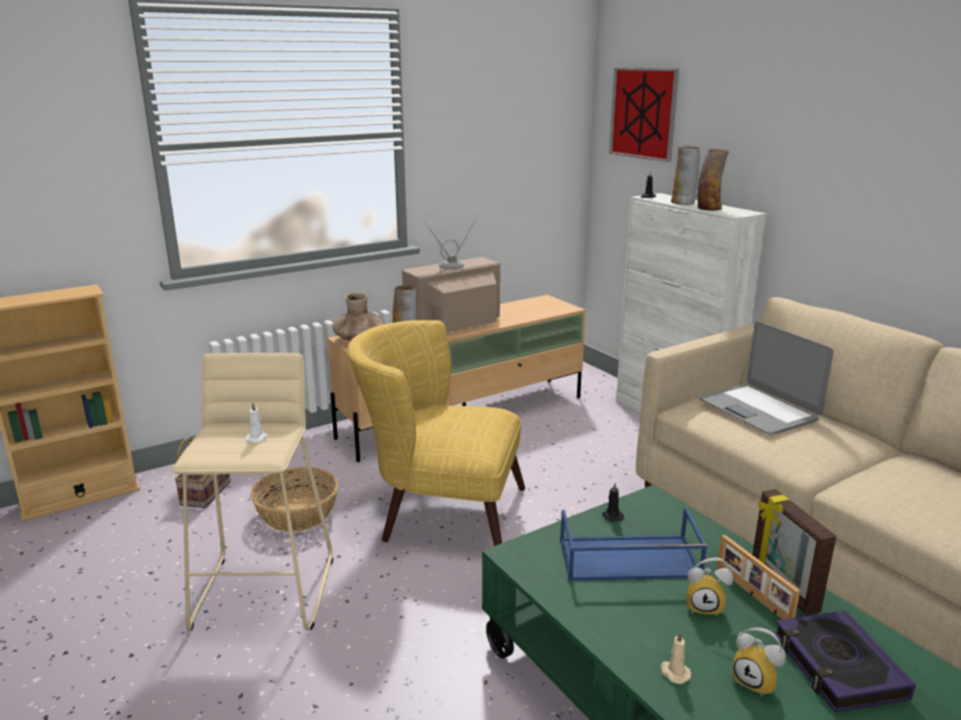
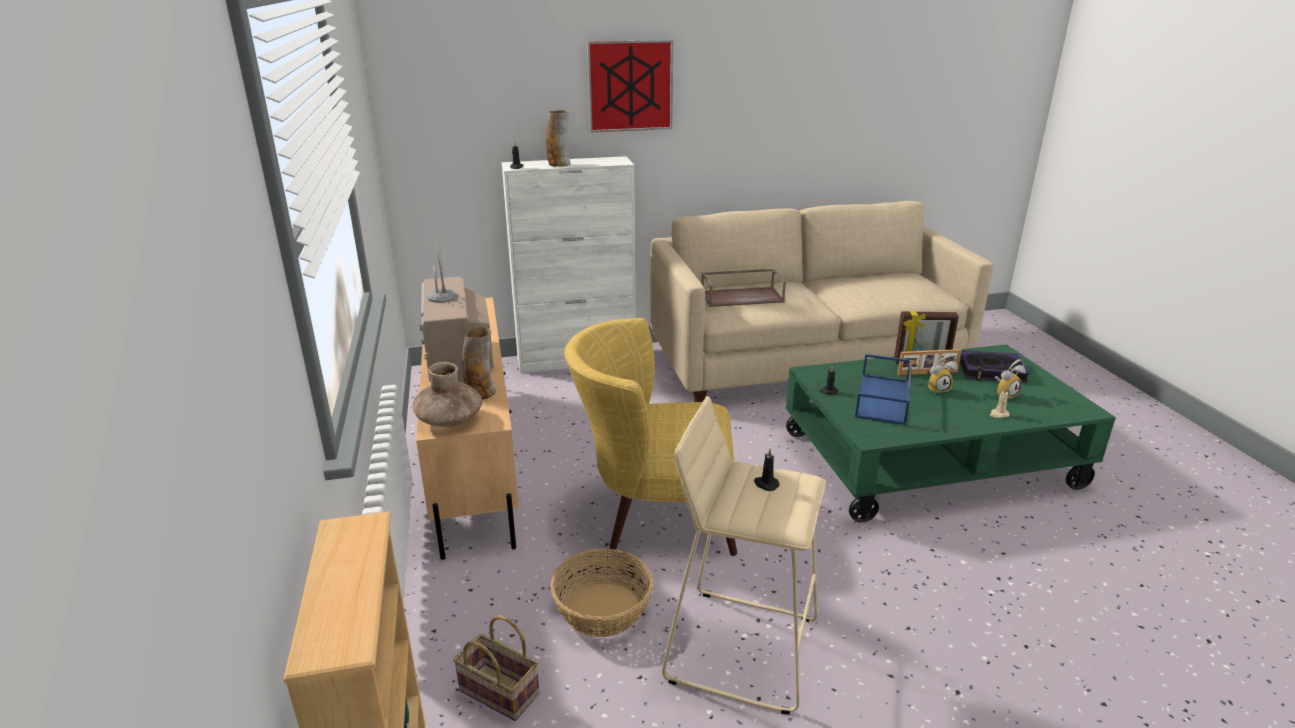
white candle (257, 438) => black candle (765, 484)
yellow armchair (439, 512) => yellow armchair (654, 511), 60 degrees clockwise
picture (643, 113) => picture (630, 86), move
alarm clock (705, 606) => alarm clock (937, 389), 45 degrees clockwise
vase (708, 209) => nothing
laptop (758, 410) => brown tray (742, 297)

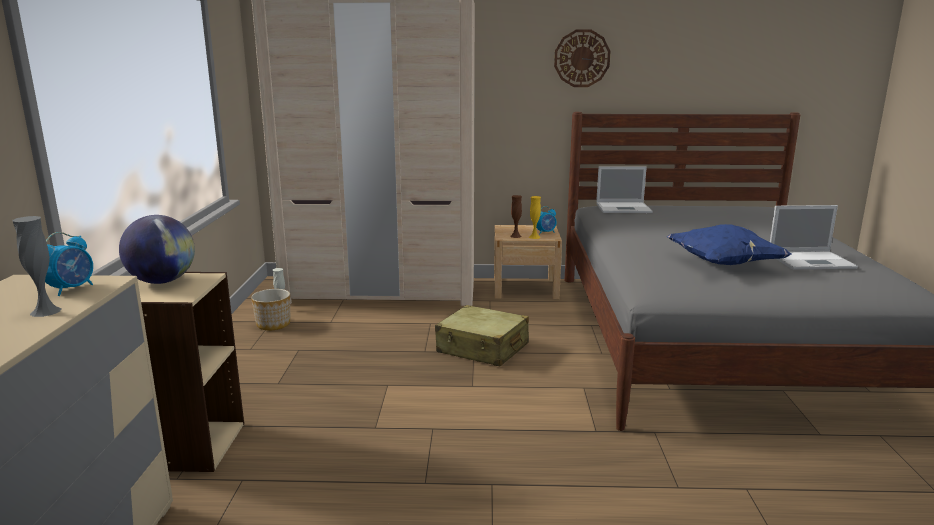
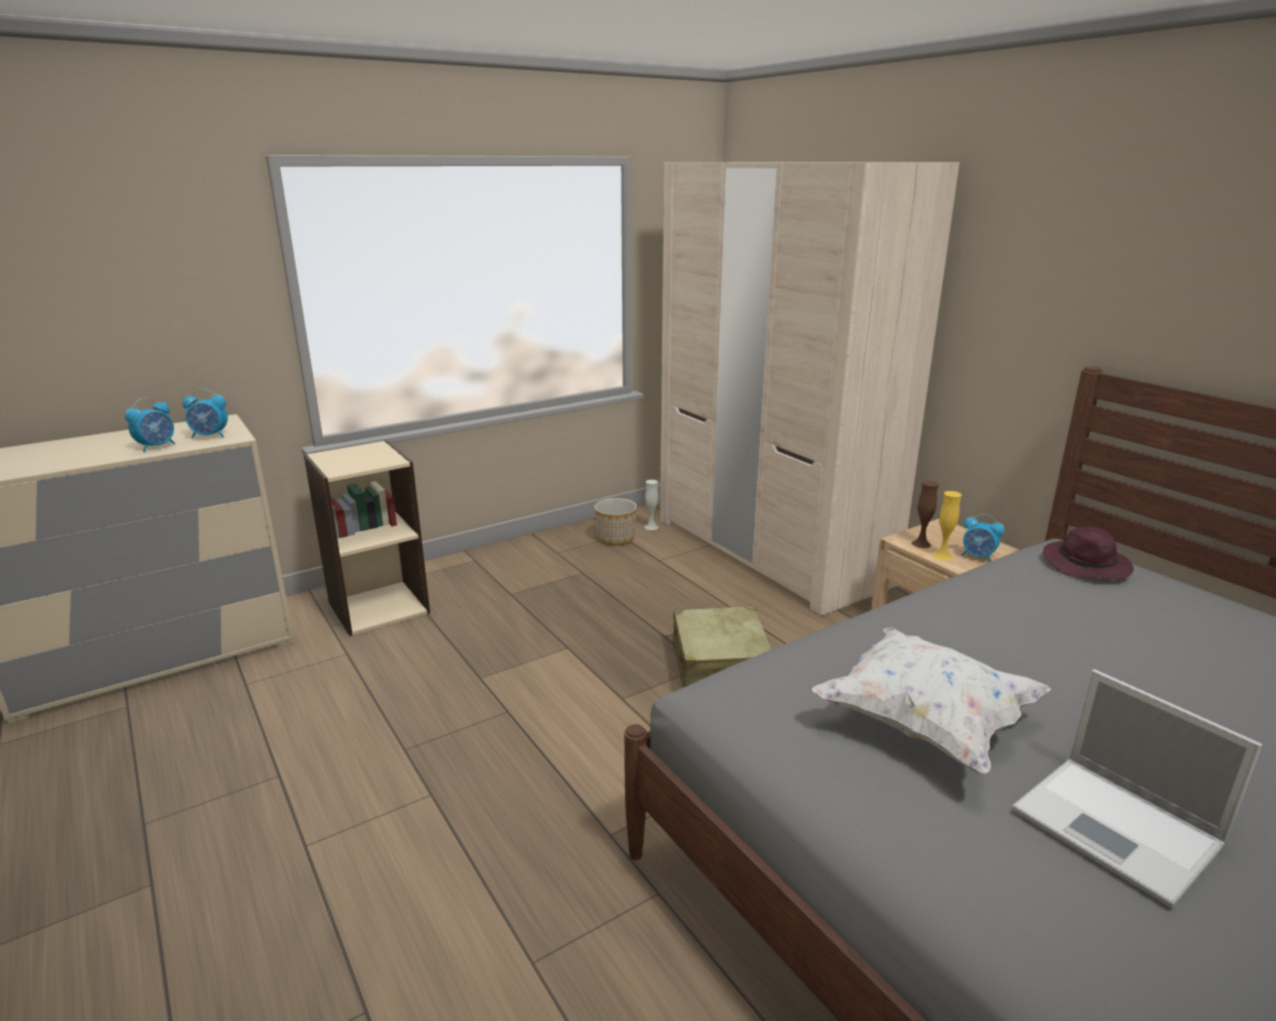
grey vase (46, 311) => alarm clock (157, 447)
globe (162, 281) => nothing
wall clock (582, 58) => nothing
laptop (624, 208) => purple hat (1087, 566)
blue pillow (723, 264) => white pillow (924, 723)

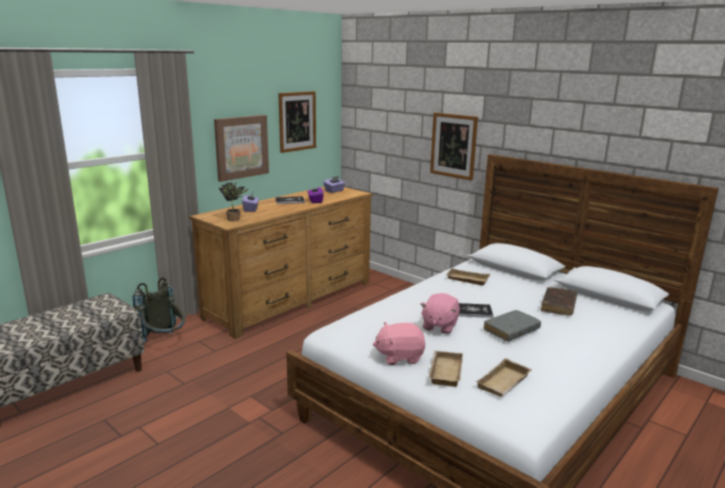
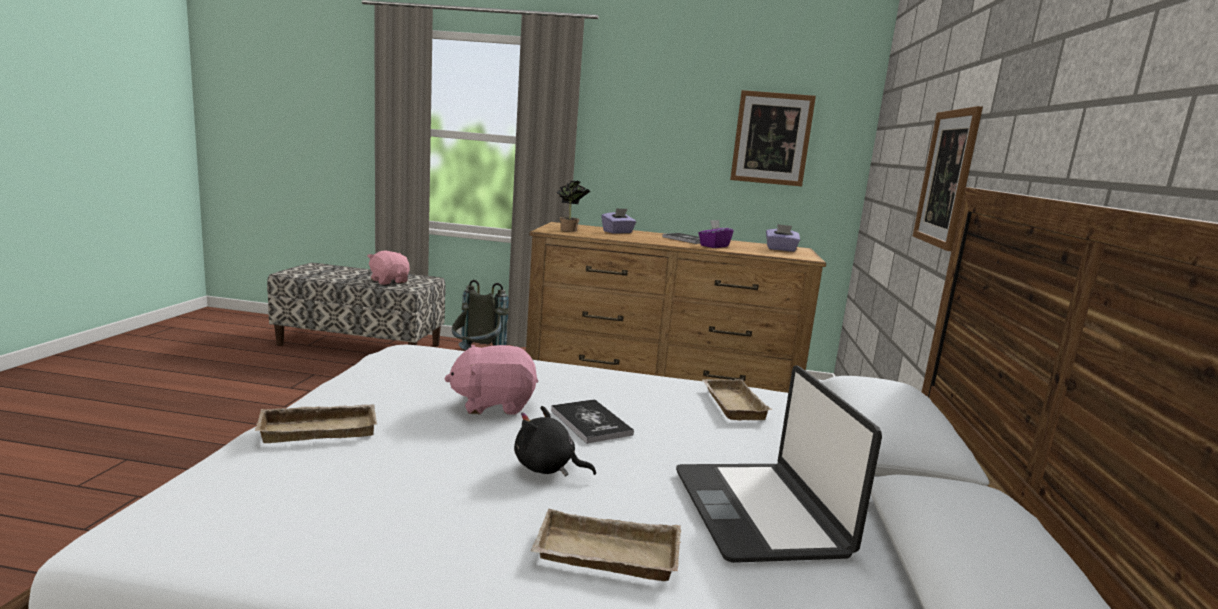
picture (241, 147) => nothing
pink plush toy (399, 356) => pink plush toy (389, 281), move
beige tray (504, 383) => beige tray (604, 557), move
grey book (511, 331) => black plush toy (547, 468)
brown book (558, 306) => laptop (760, 512)

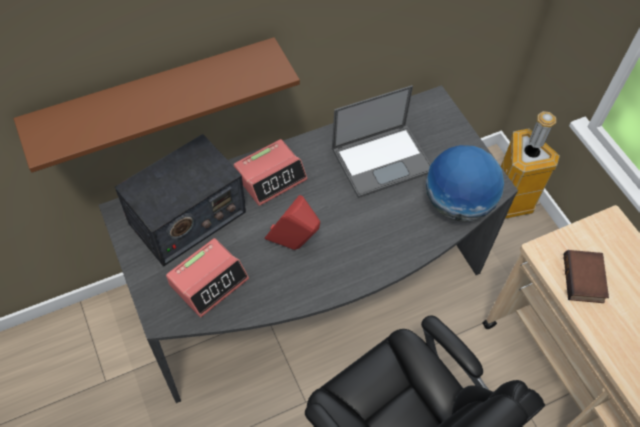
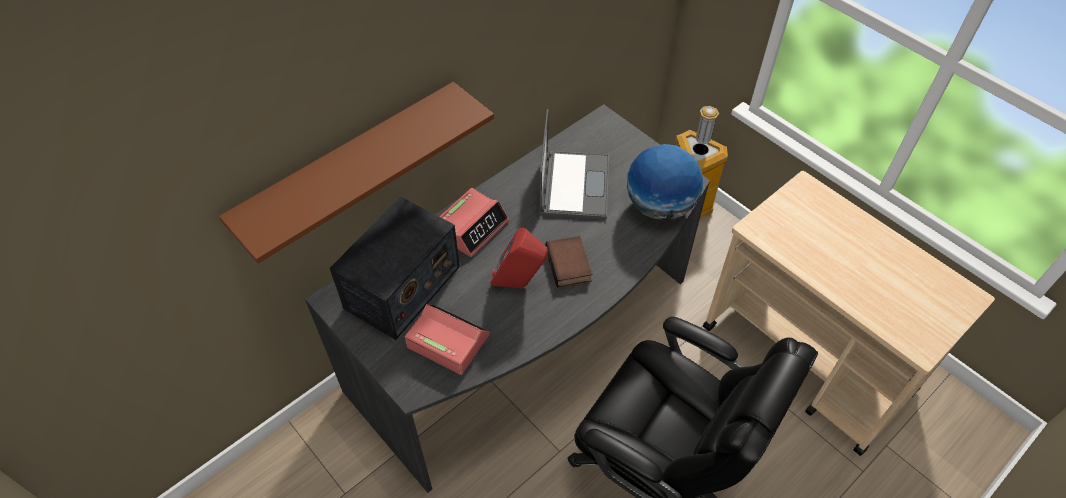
alarm clock (209, 281) => alarm clock (447, 341), 90 degrees counterclockwise
laptop (382, 159) => laptop (574, 184), 45 degrees counterclockwise
book (585, 280) => book (570, 265), move

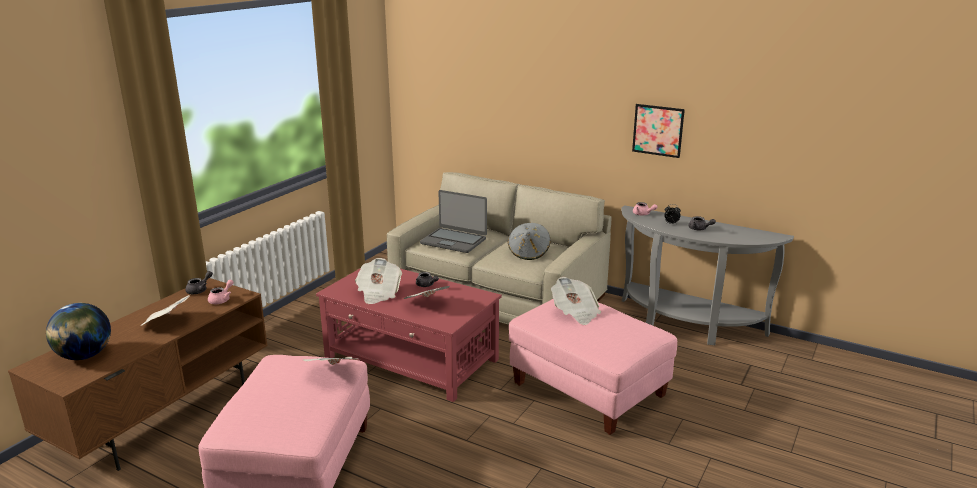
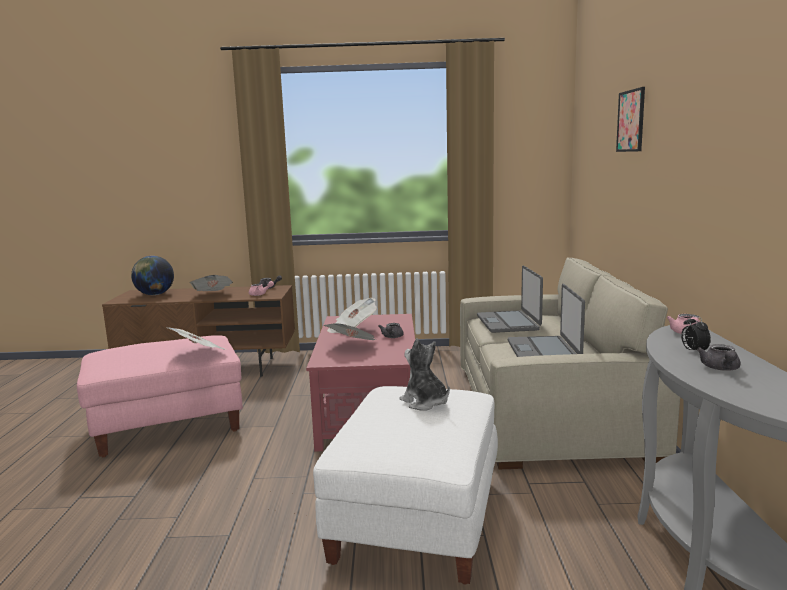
grey hat (529, 253) => laptop (544, 351)
pink ottoman (588, 390) => white ottoman (417, 519)
newspaper (575, 313) => plush toy (425, 402)
picture (658, 130) => picture (631, 121), move

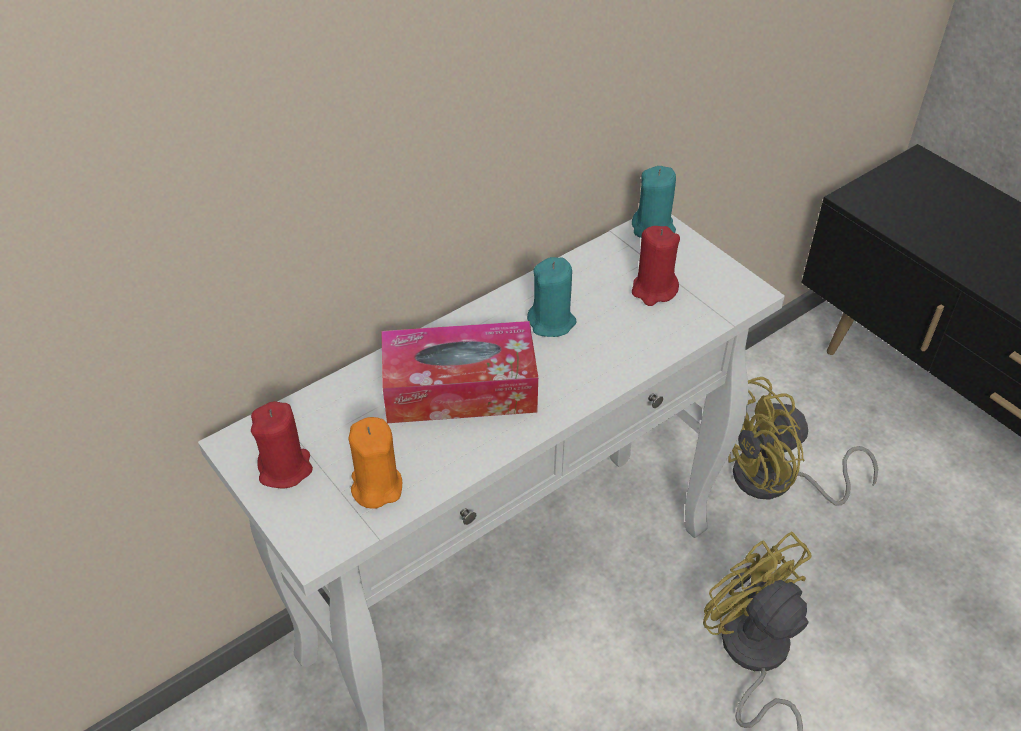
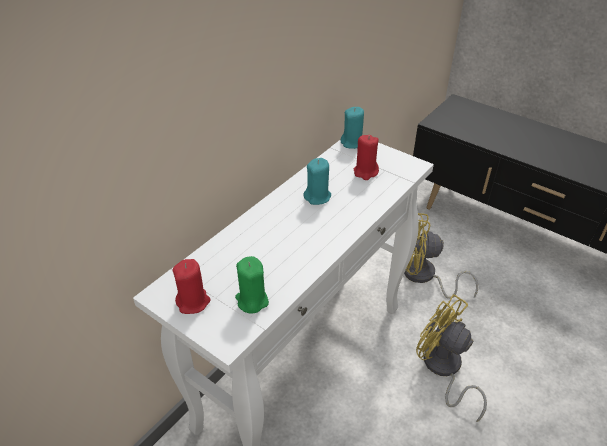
orange candle (376, 487) => green candle (252, 301)
tissue box (460, 388) => nothing
yellow fan (776, 482) => yellow fan (424, 277), 45 degrees clockwise

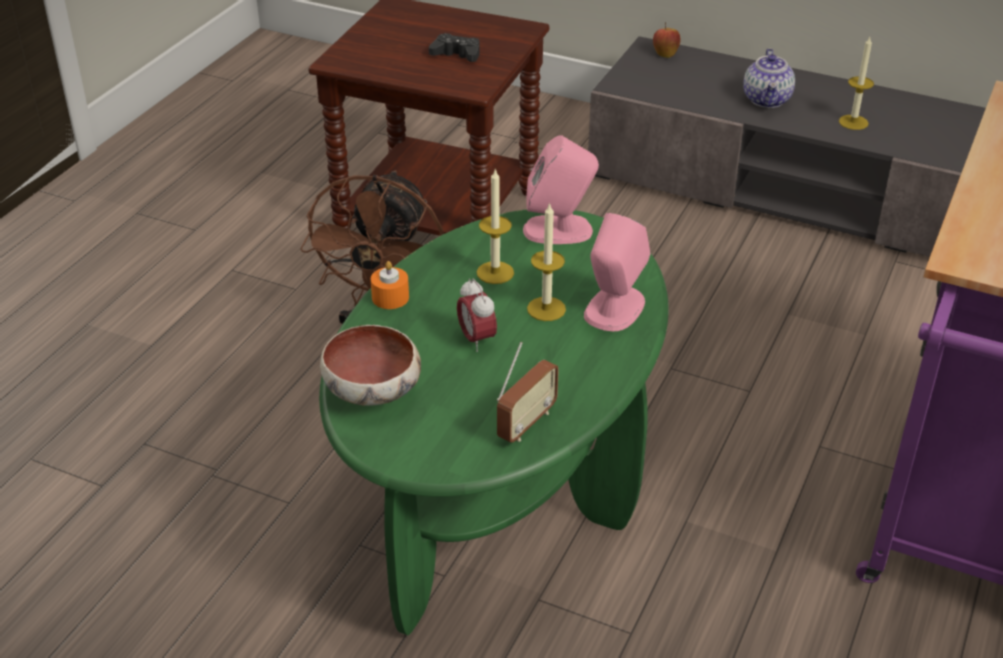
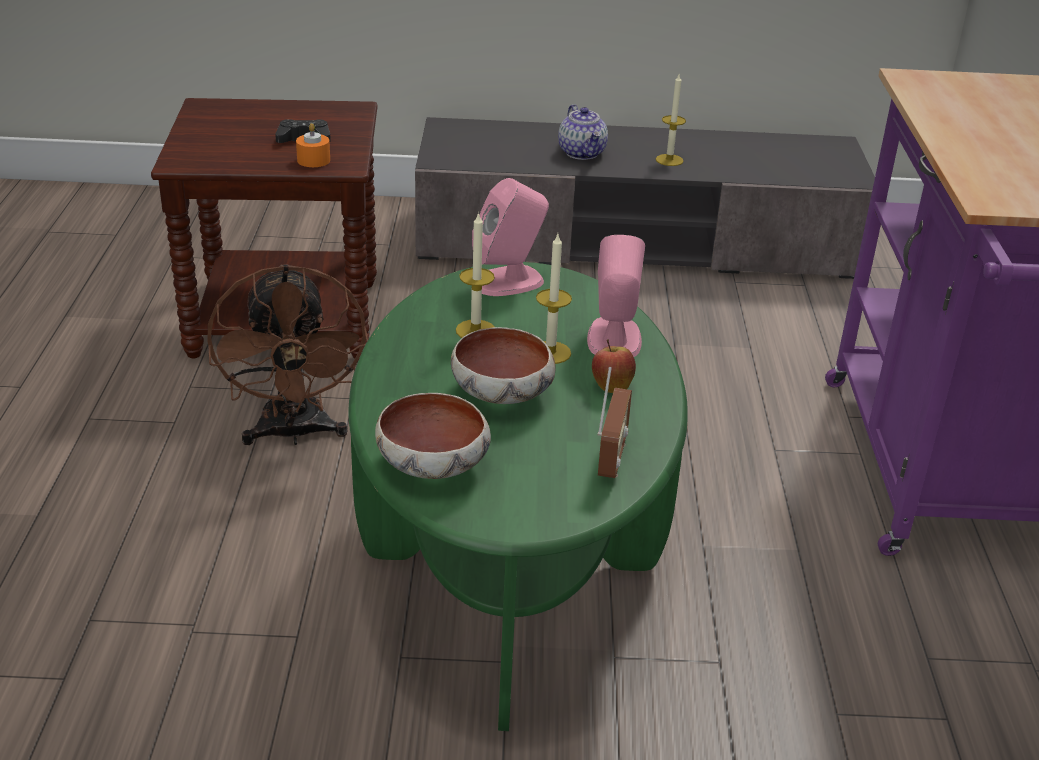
orange candle (390, 297) => orange candle (313, 160), move
alarm clock (476, 339) => bowl (503, 394)
apple (665, 54) => apple (611, 387), move

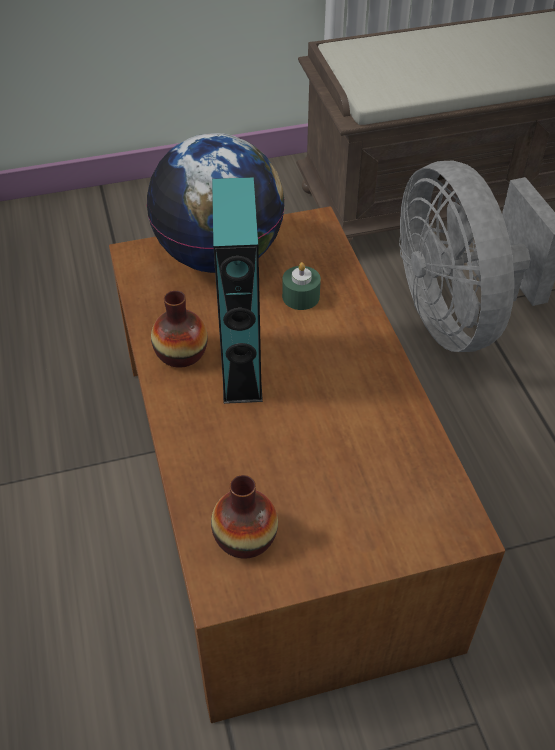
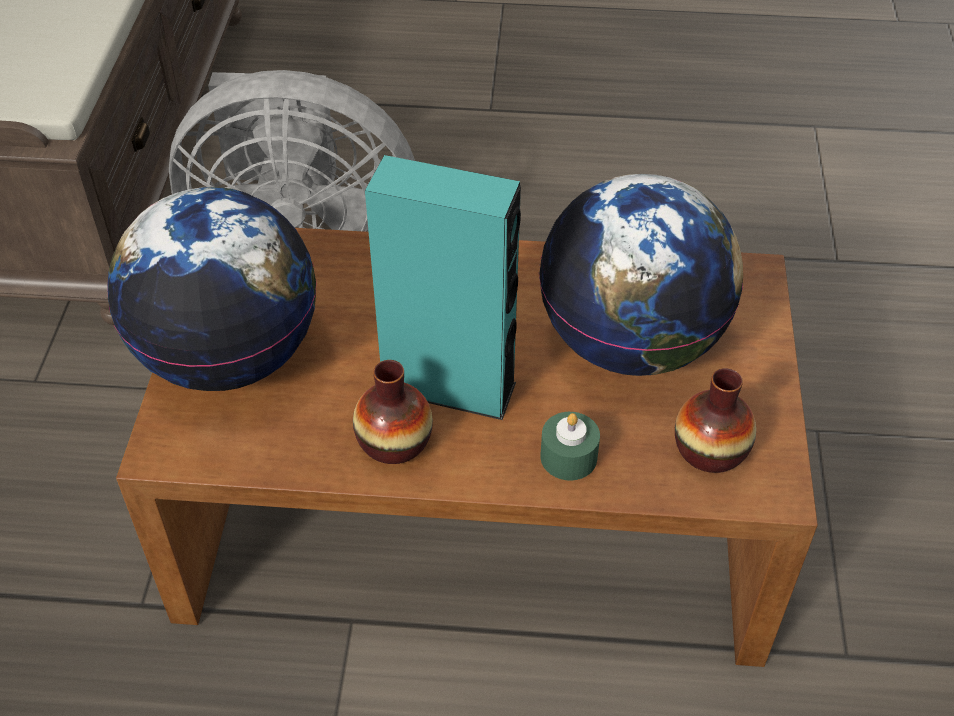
green candle (301, 296) => green candle (568, 457), move
nothing => globe (631, 343)

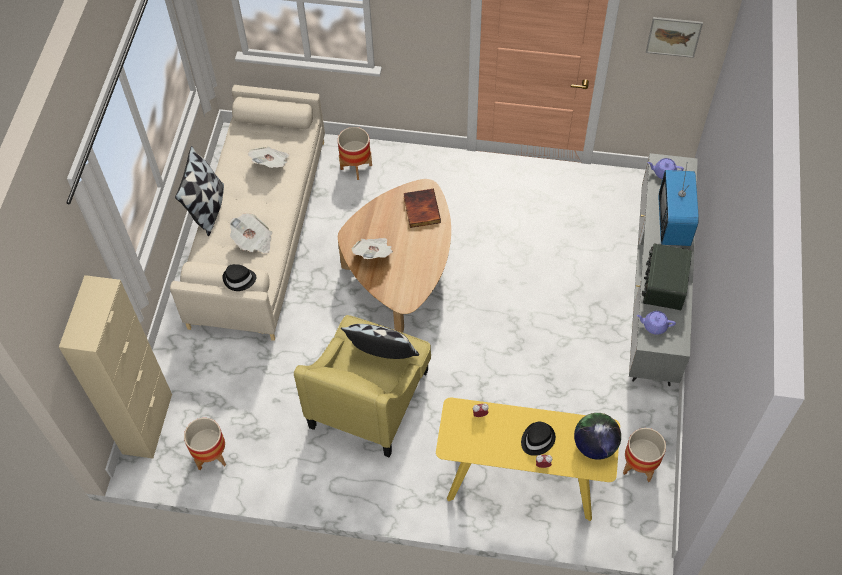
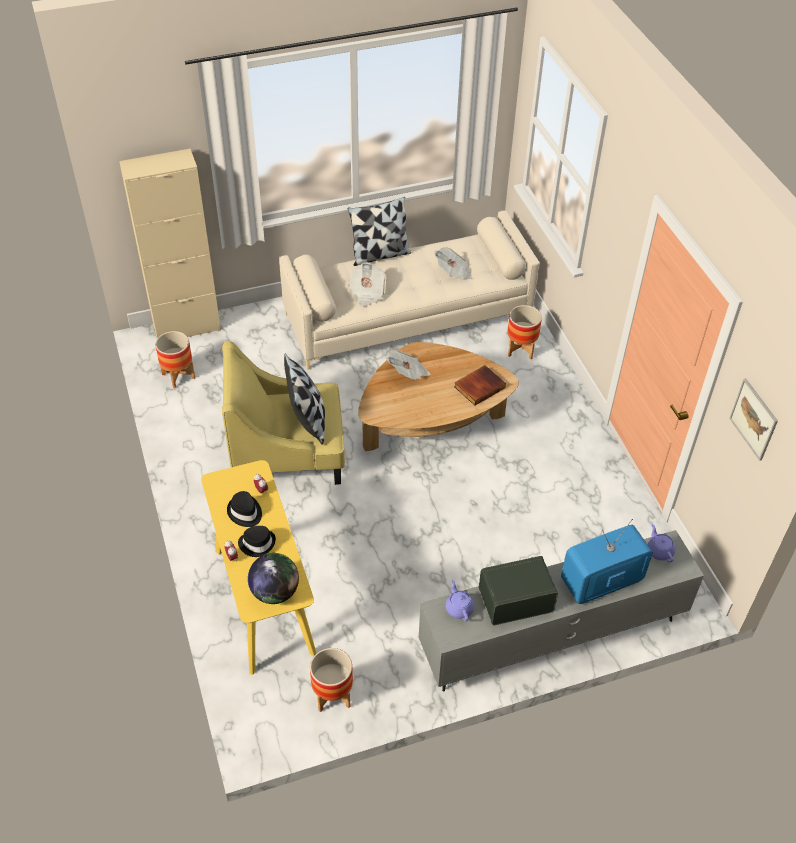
black hat (239, 279) => black hat (245, 512), move

